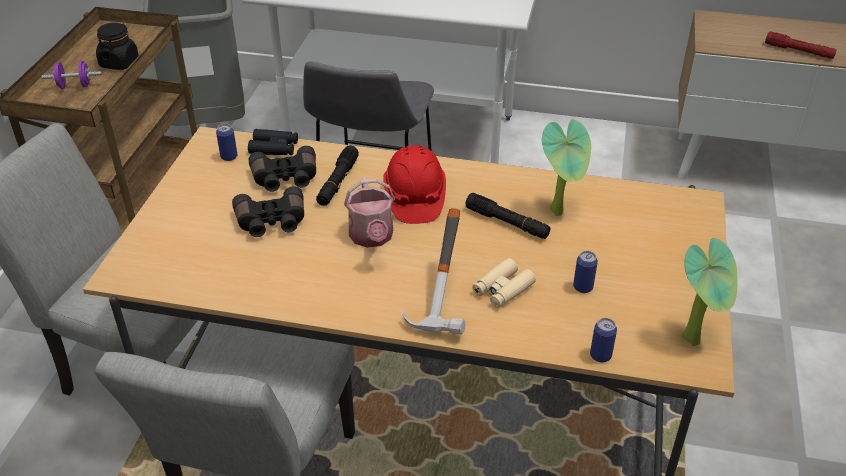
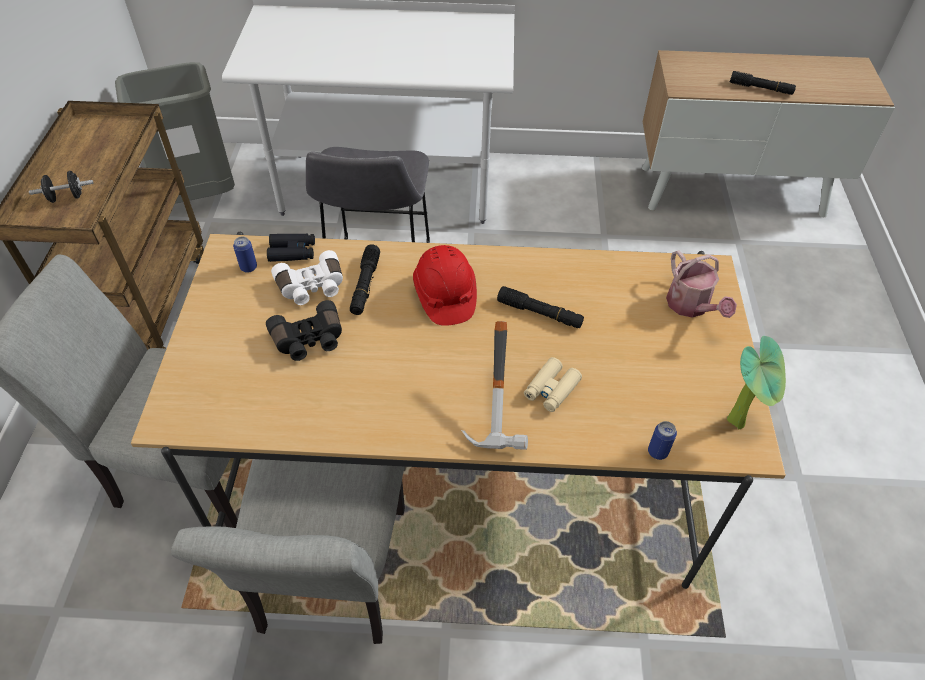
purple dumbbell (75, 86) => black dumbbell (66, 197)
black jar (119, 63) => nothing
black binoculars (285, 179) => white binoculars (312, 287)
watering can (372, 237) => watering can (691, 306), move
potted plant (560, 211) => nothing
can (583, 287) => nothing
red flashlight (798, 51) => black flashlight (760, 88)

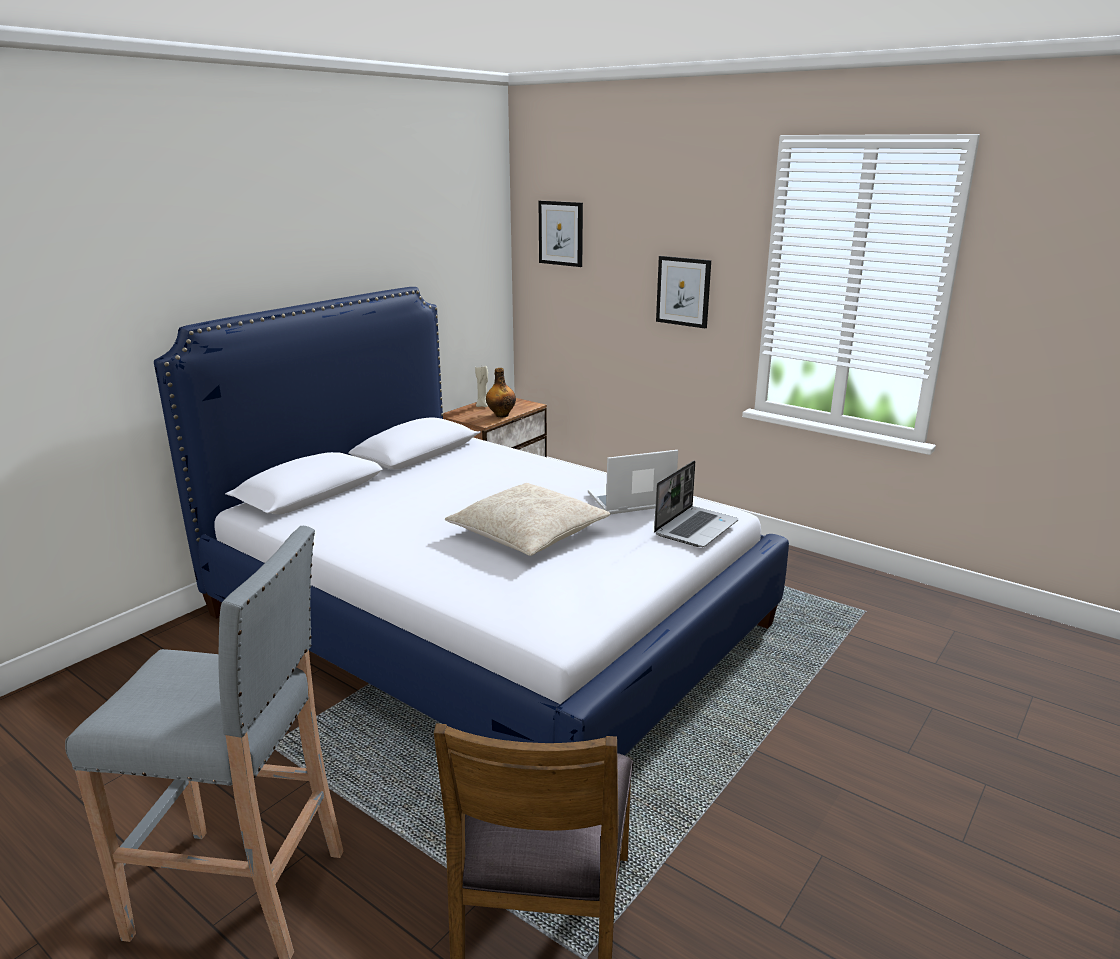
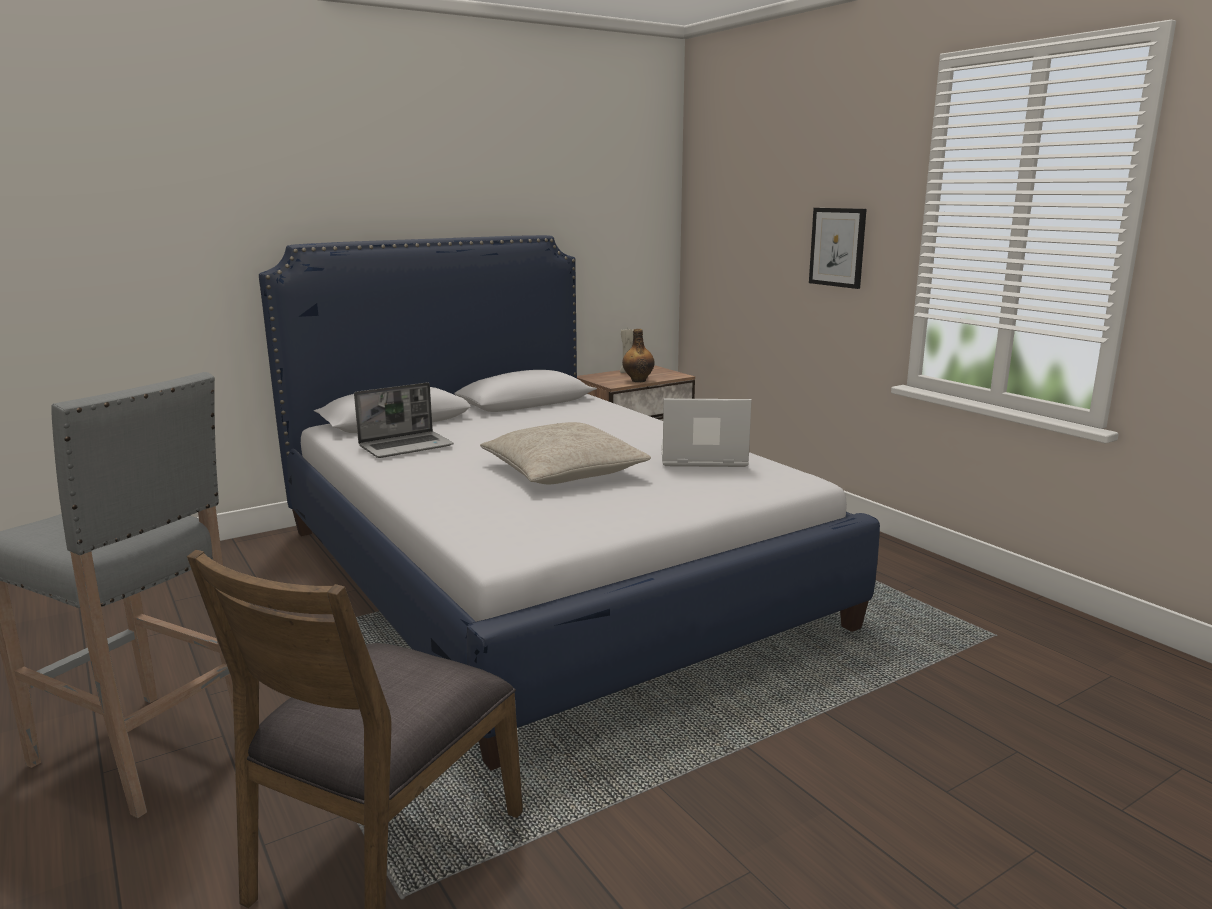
picture (561, 233) => nothing
laptop (695, 528) => laptop (407, 446), move

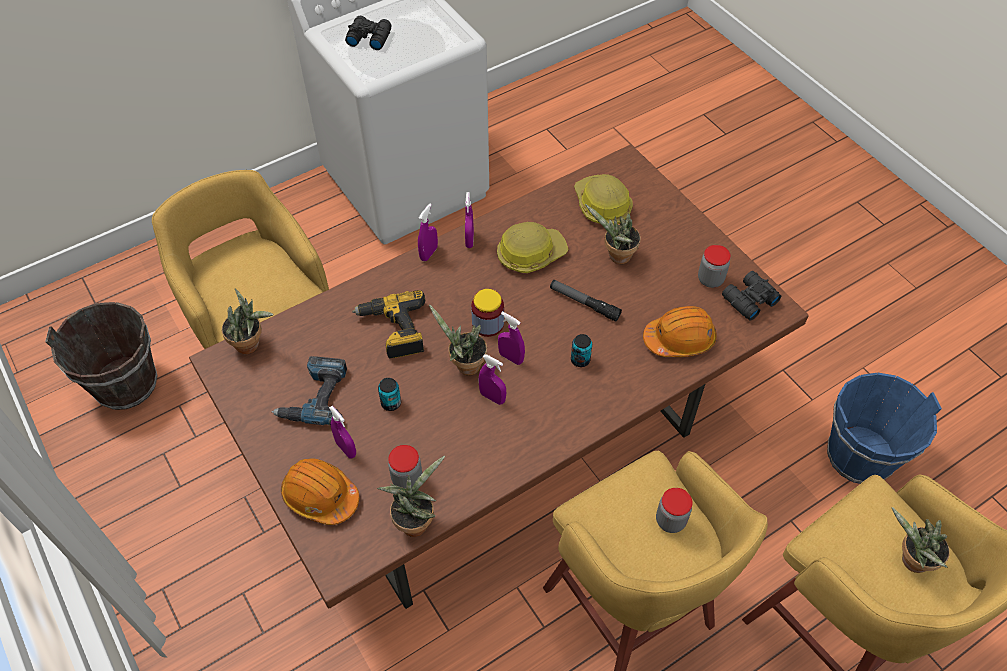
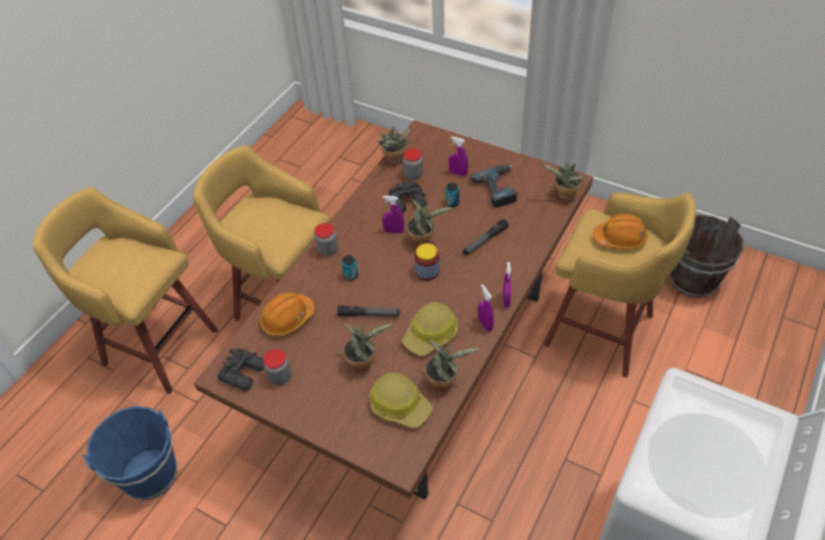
orange hard hat (320, 496) => orange hard hat (620, 239), move
black binoculars (368, 38) => black binoculars (408, 202), move
power drill (394, 330) => flashlight (485, 241)
purple spray bottle (511, 357) => nothing
jar (670, 520) => jar (328, 250), move
potted plant (910, 561) => potted plant (444, 382), move

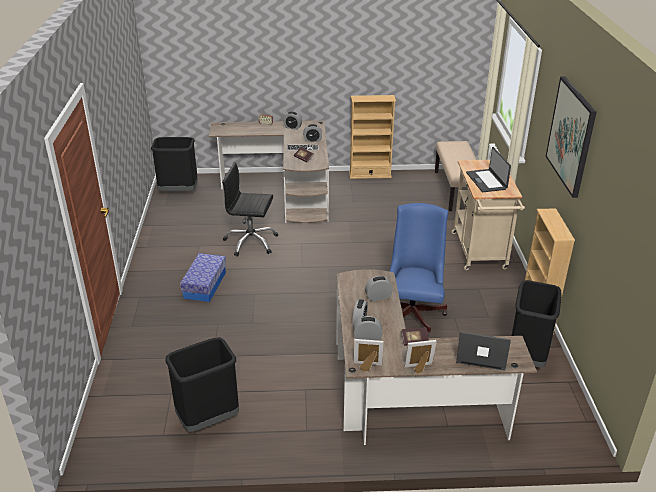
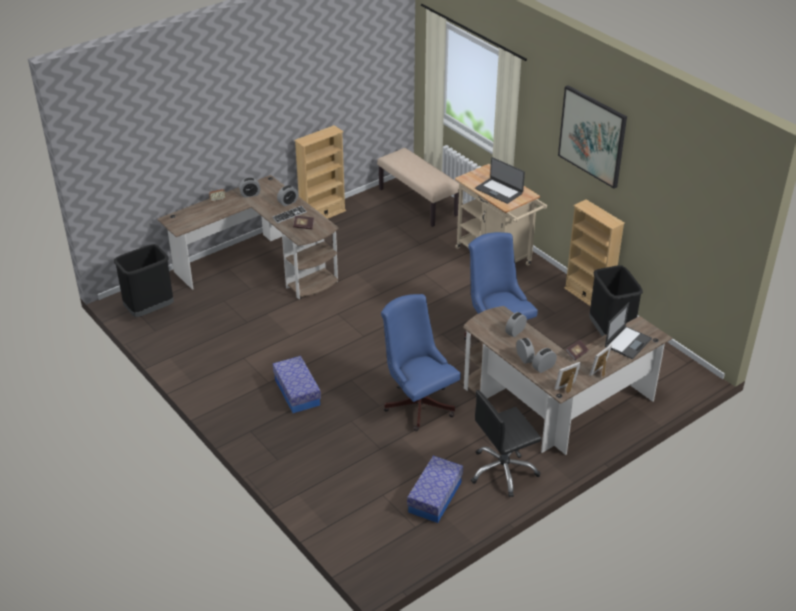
black trash can (208, 418) => storage box (435, 497)
black office chair (251, 242) => black office chair (503, 471), move
laptop (480, 354) => laptop (628, 342), 150 degrees clockwise
nothing => blue office chair (417, 402)

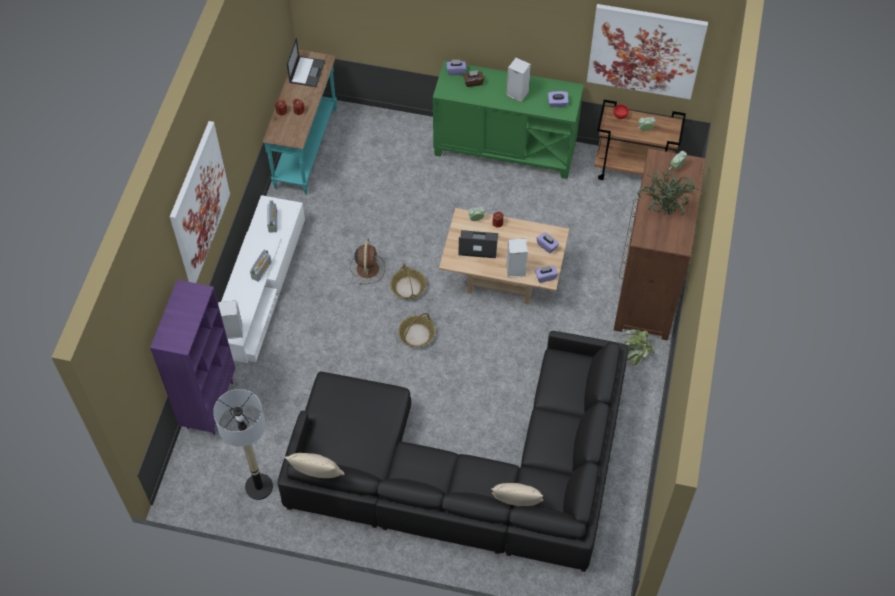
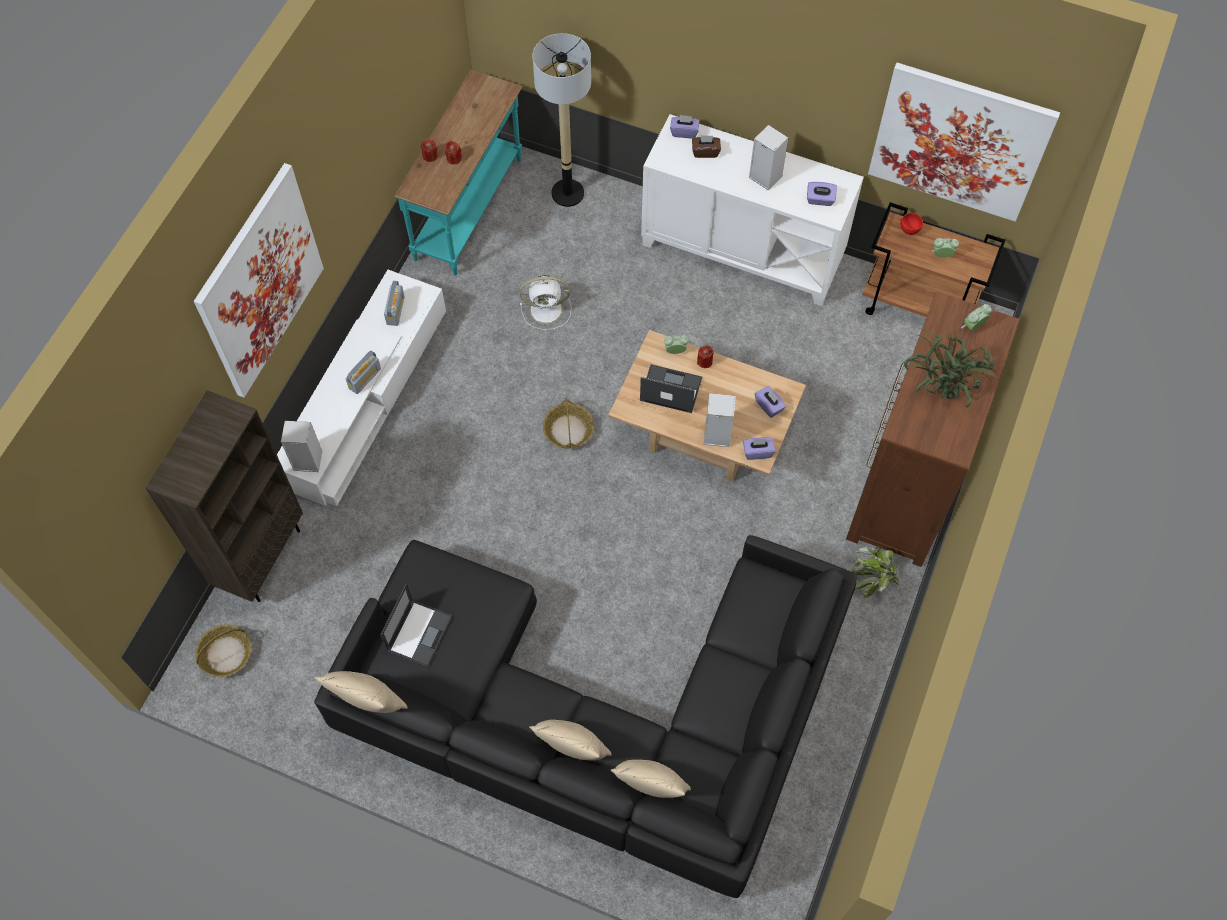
purple bookcase (209, 404) => brown bookcase (261, 557)
floor lamp (259, 487) => floor lamp (567, 193), move
laptop (307, 71) => laptop (419, 632), move
brown fan (367, 268) => nothing
basket (417, 334) => basket (226, 654), move
green cabinet (505, 149) => white cabinet (743, 250)
nothing => white fan (547, 309)
nothing => beige pillow (573, 748)

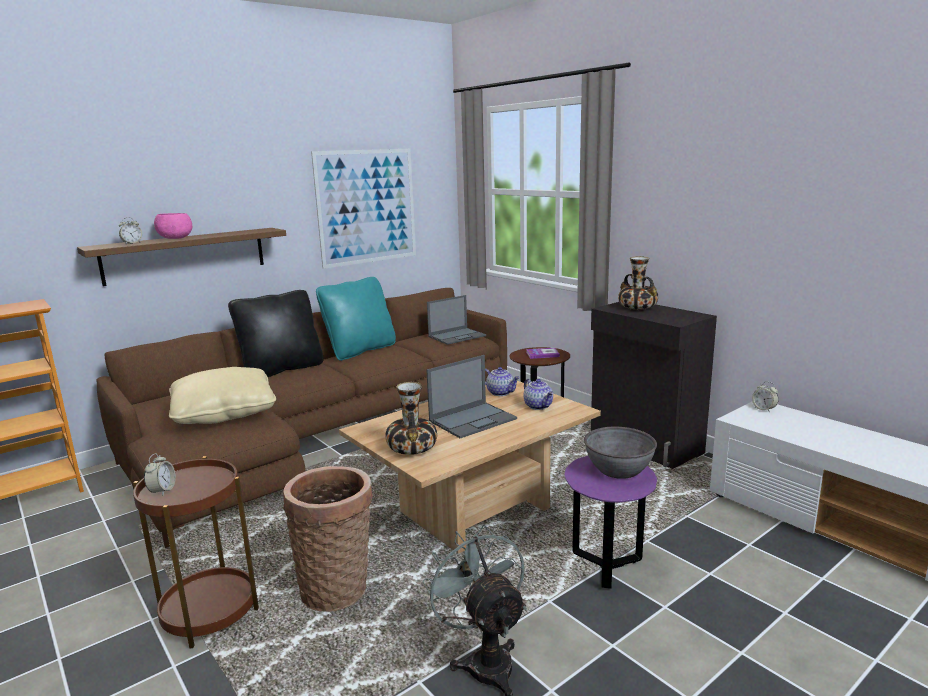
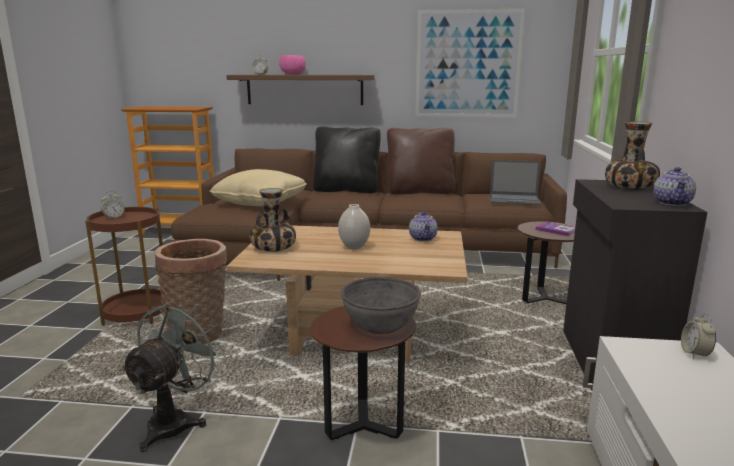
turquoise pillow (360, 350) => brown pillow (420, 192)
laptop (473, 420) => white vase (354, 247)
teapot (539, 406) => teapot (673, 203), move
purple side table (606, 567) => brown side table (363, 425)

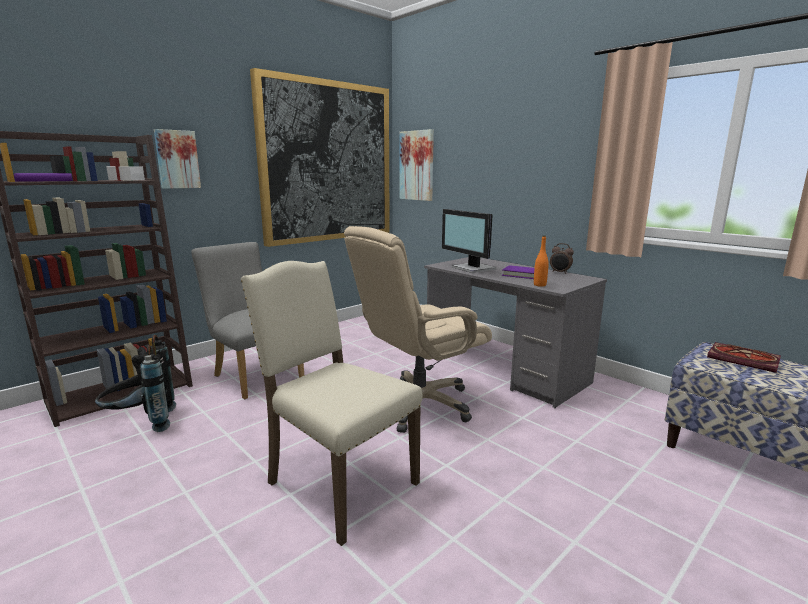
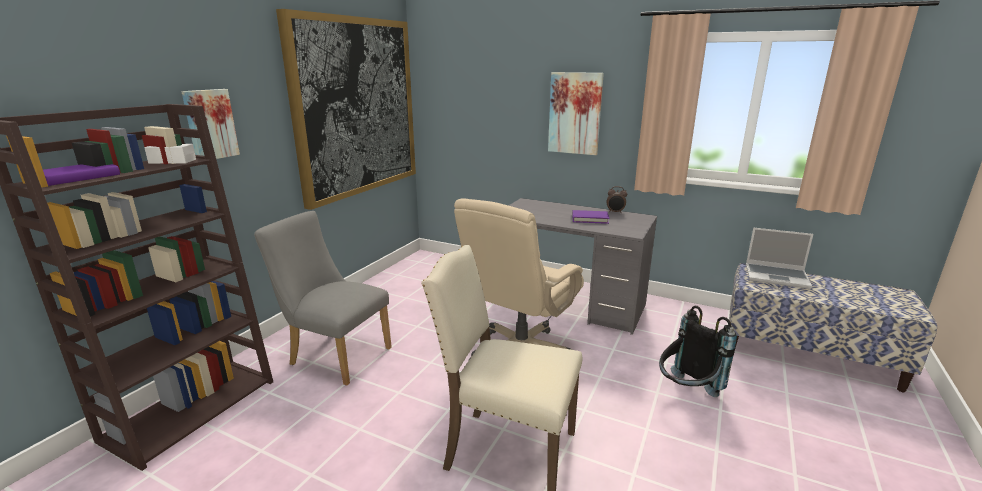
black backpack (141, 423) => black backpack (686, 393), move
picture (417, 165) => picture (575, 113), move
monitor (472, 268) => nothing
orange bottle (539, 285) => nothing
book (745, 360) => laptop (777, 276)

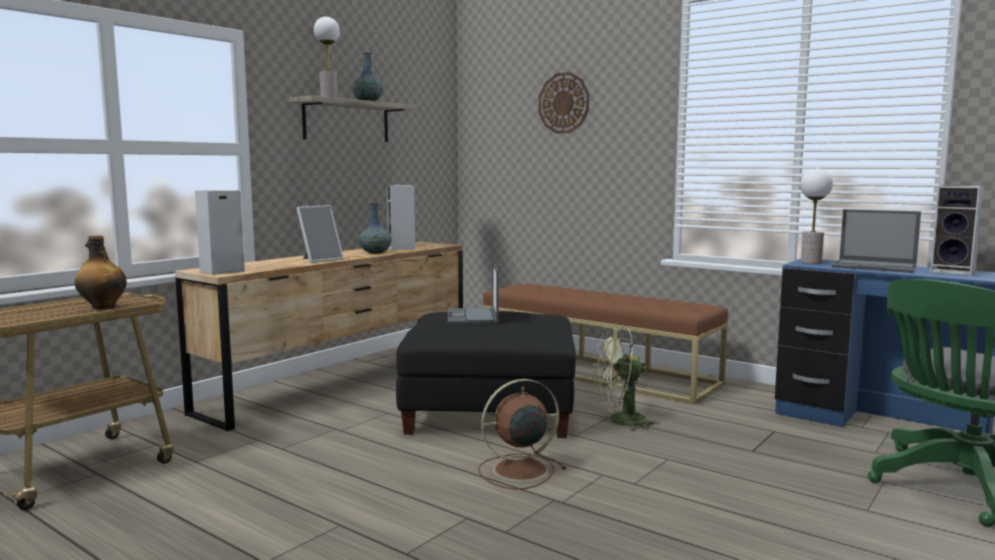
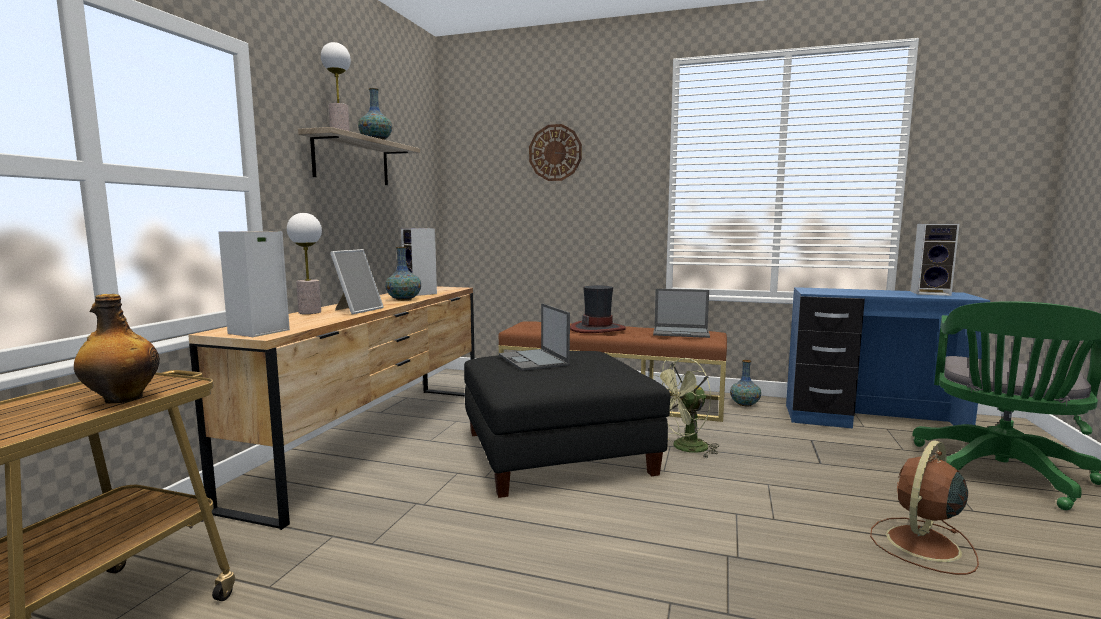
brown fan (518, 470) => brown fan (921, 545), move
table lamp (811, 262) => table lamp (310, 312), move
laptop (875, 266) => laptop (681, 332), move
nothing => hat (597, 329)
nothing => vase (745, 404)

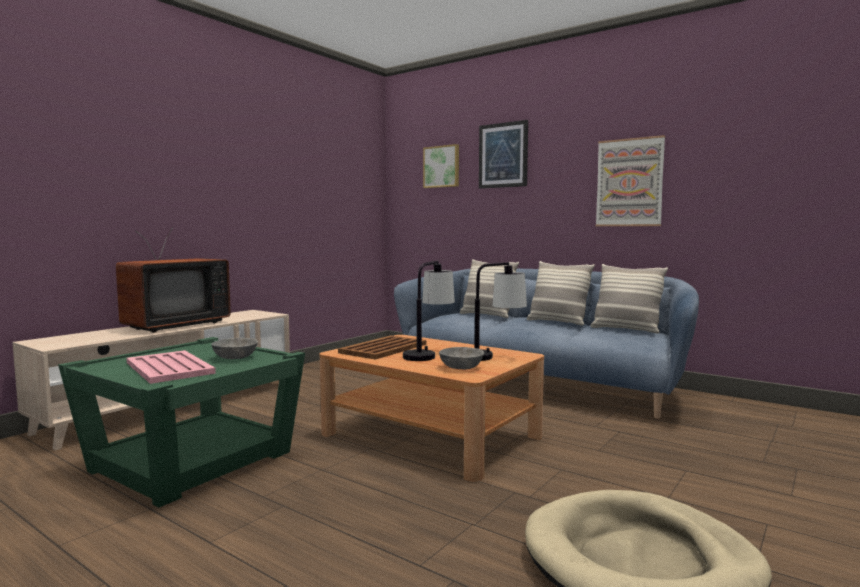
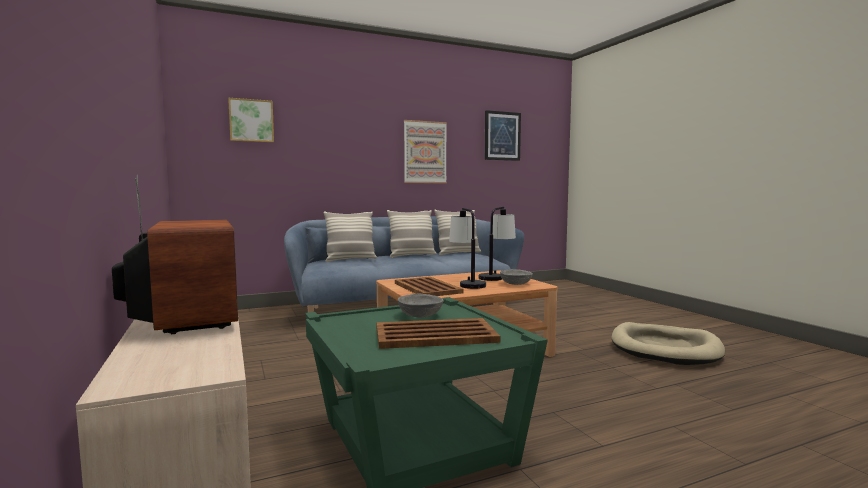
pink tray (169, 368) => brown tray (436, 335)
picture (503, 155) => picture (502, 136), move

